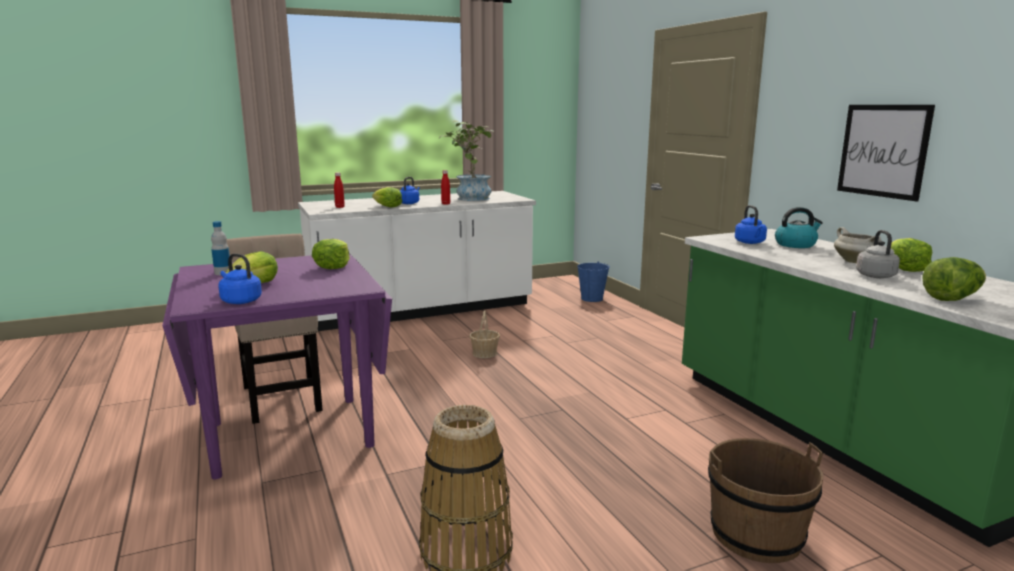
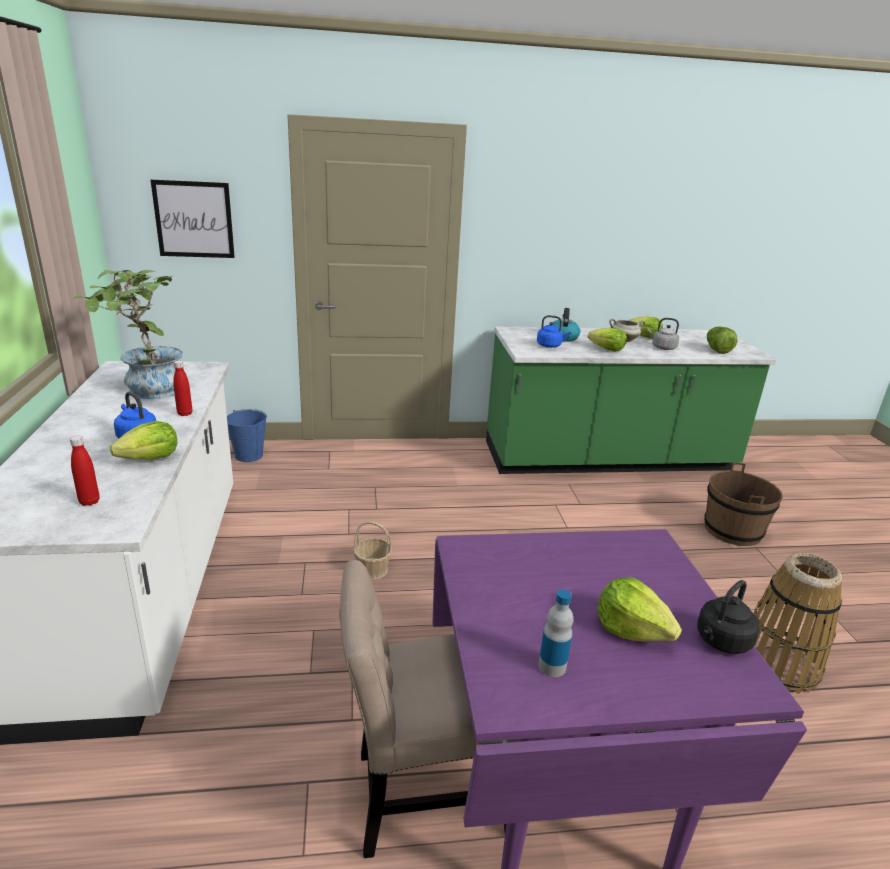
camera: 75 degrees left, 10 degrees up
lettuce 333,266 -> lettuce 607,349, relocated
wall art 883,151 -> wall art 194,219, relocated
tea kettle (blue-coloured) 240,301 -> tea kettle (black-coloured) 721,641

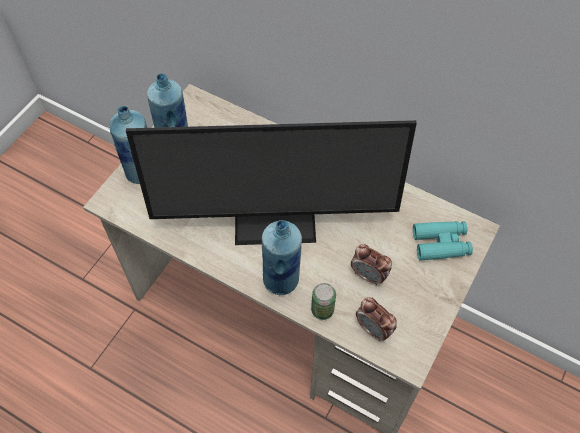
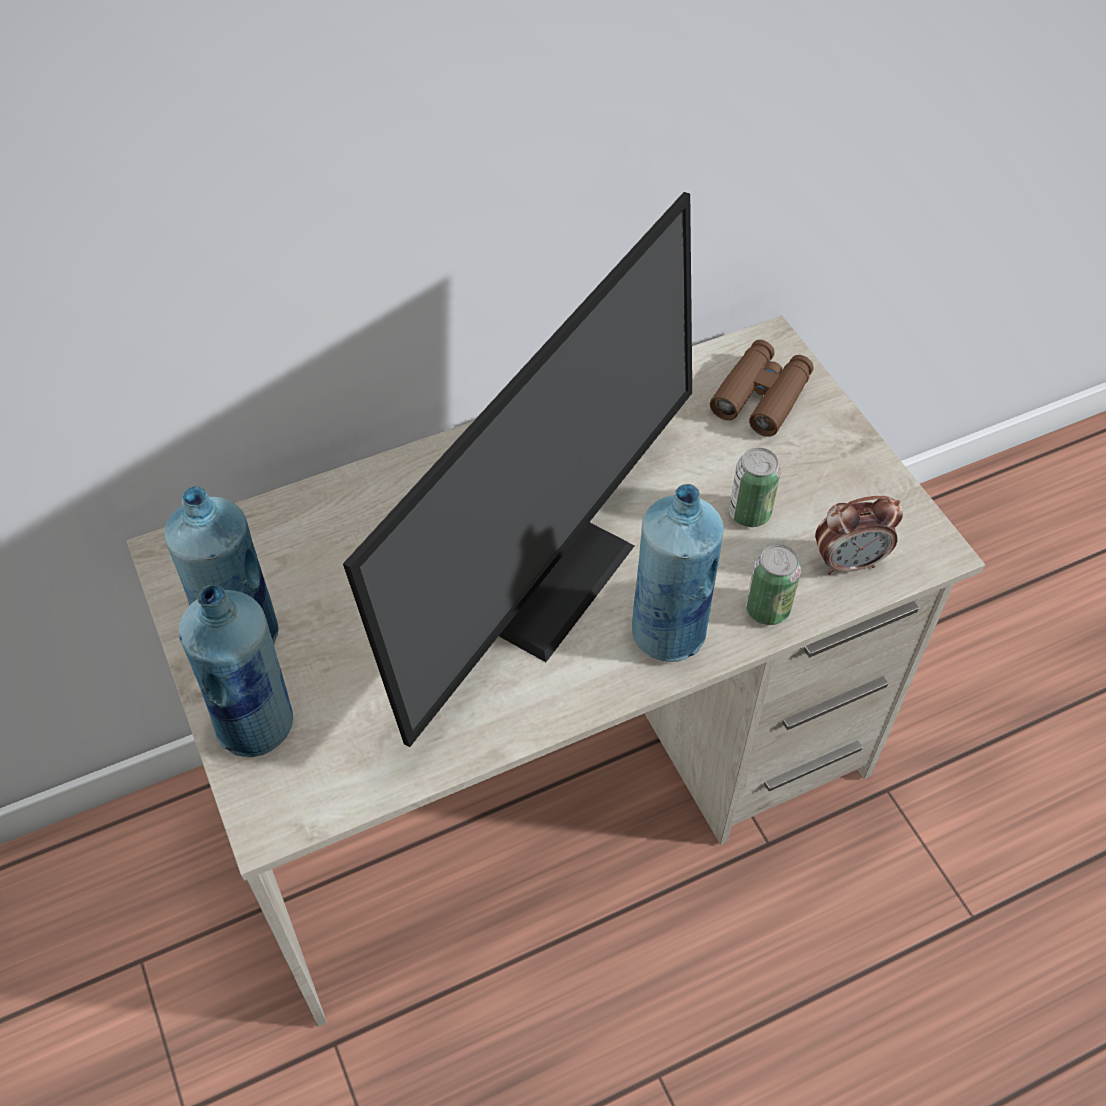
camera: 55 degrees left, 5 degrees down
bedside clock 369,275 -> metal can 749,513
binoculars (turquoise) 441,244 -> binoculars (brown) 761,396

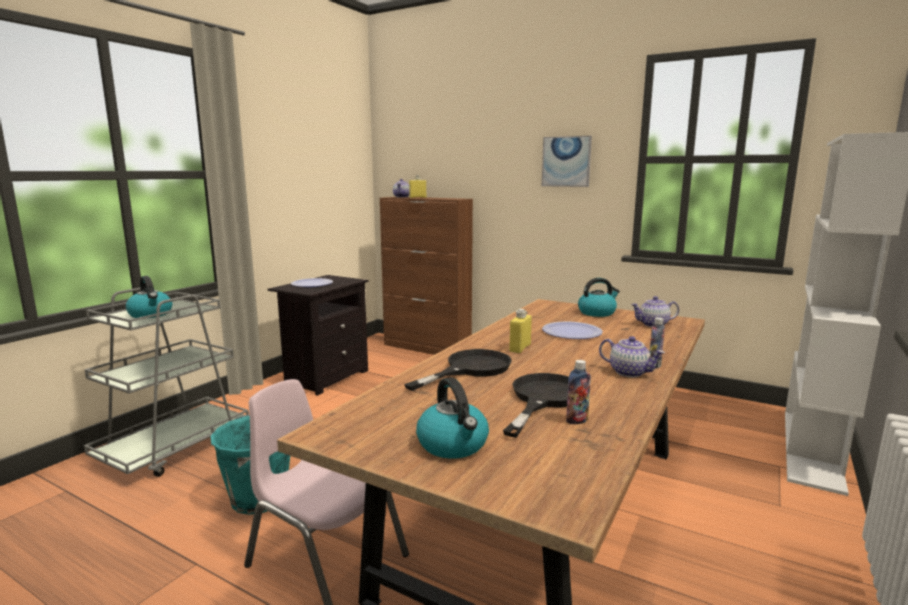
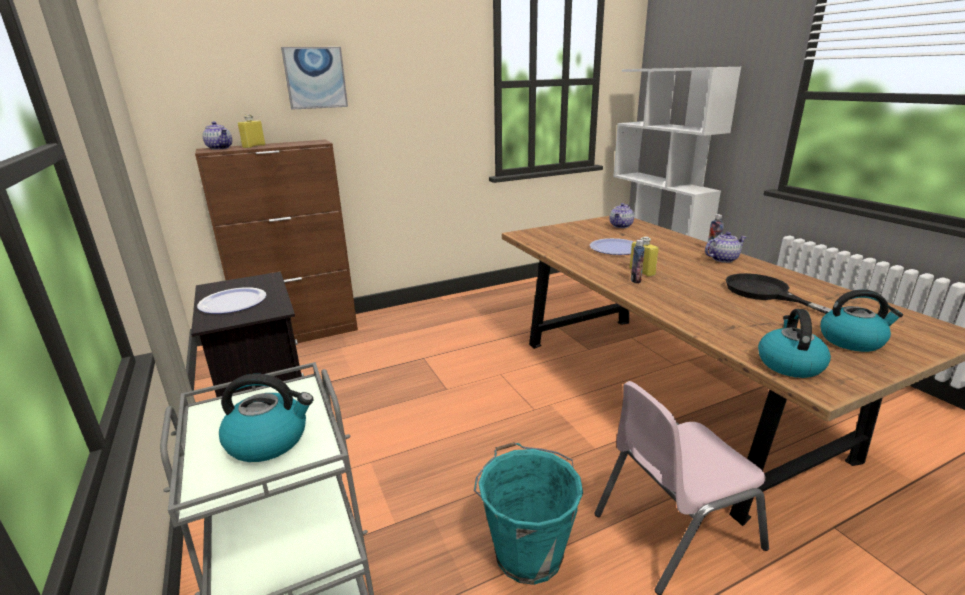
camera: 55 degrees left, 10 degrees up
skillet (black-coloured) 470,369 -> none
wall art 566,161 -> wall art 315,78, relocated
beverage bottle 577,420 -> beverage bottle 635,280, relocated
tea kettle 597,312 -> tea kettle 789,364, relocated

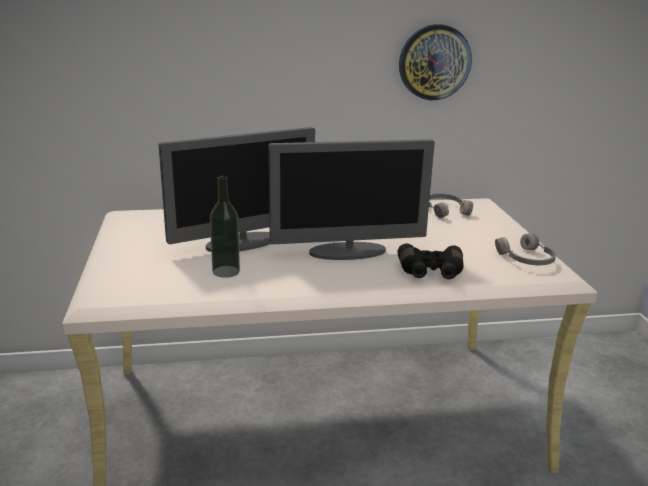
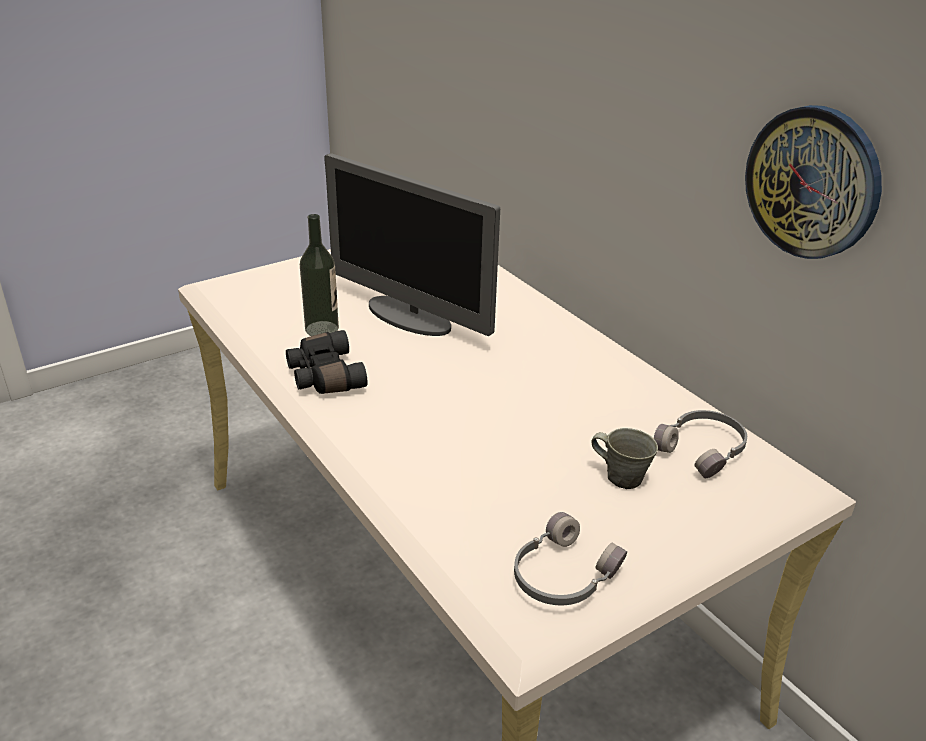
camera: 65 degrees right, 10 degrees up
computer screen 348,252 -> none
none -> coffee mug (gray) 622,477
binoculars (black-coloured) 430,272 -> binoculars (black-coloured) 324,376, relocated

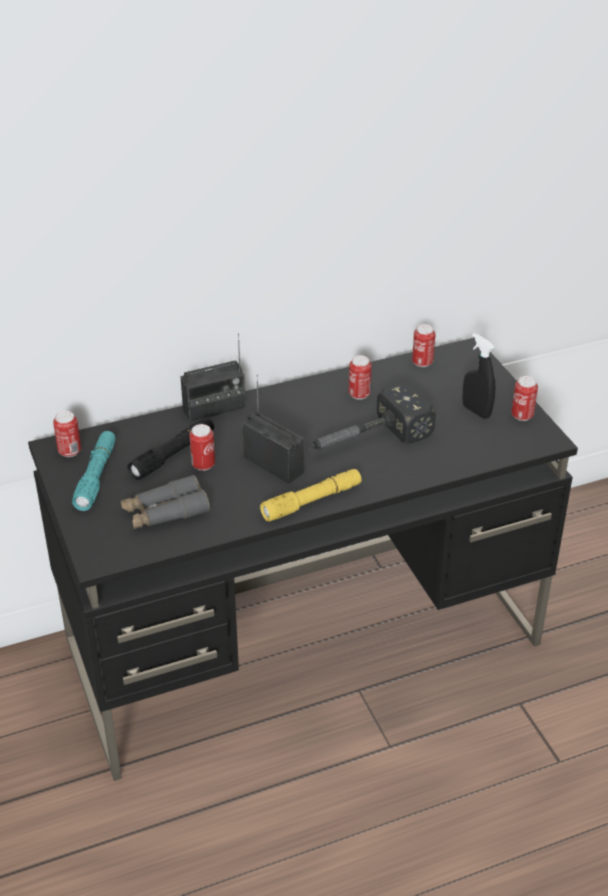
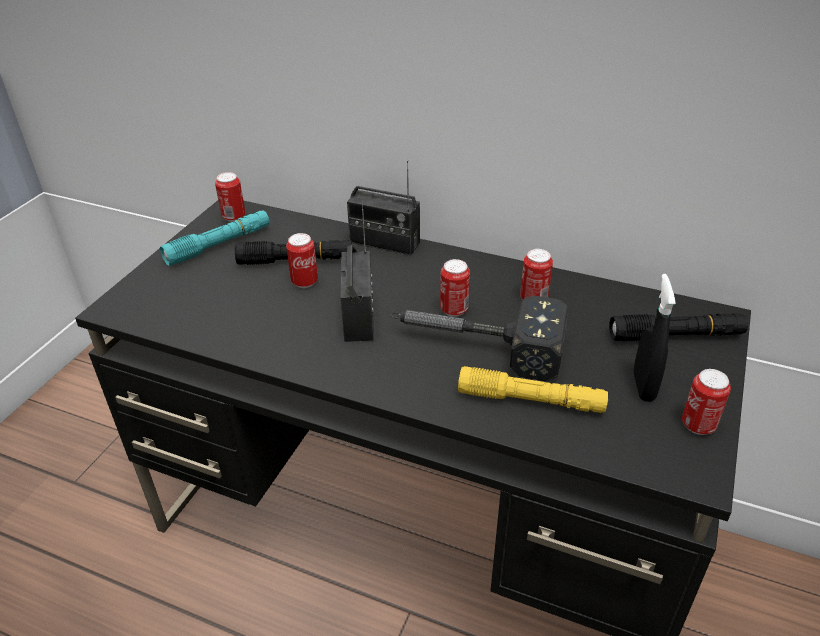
camera: 45 degrees right, 0 degrees up
binoculars (gray) 165,512 -> none
none -> flashlight (black-coloured) 676,336
flashlight (yellowish) 312,501 -> flashlight (yellowish) 531,400, relocated
metal can 422,362 -> metal can 454,310, relocated

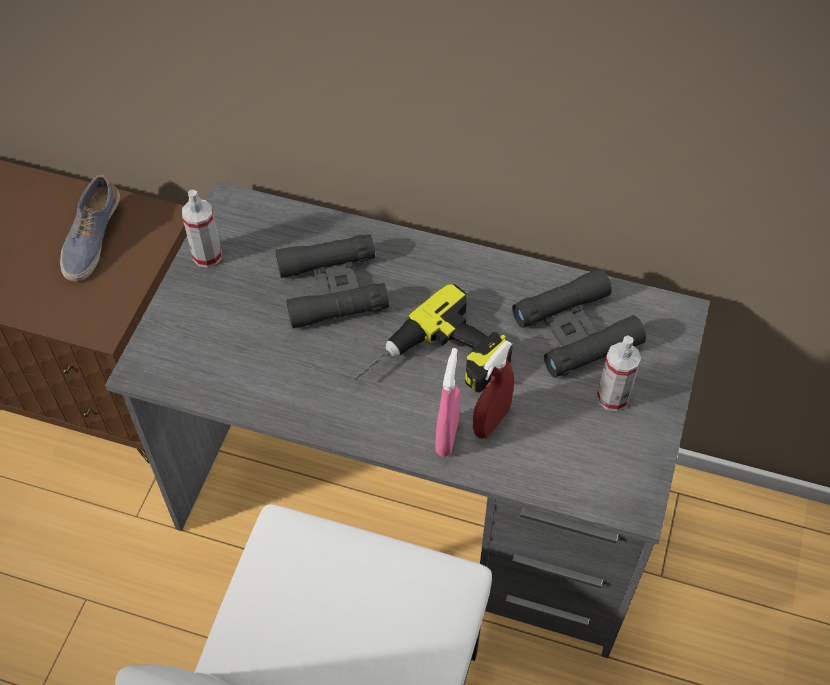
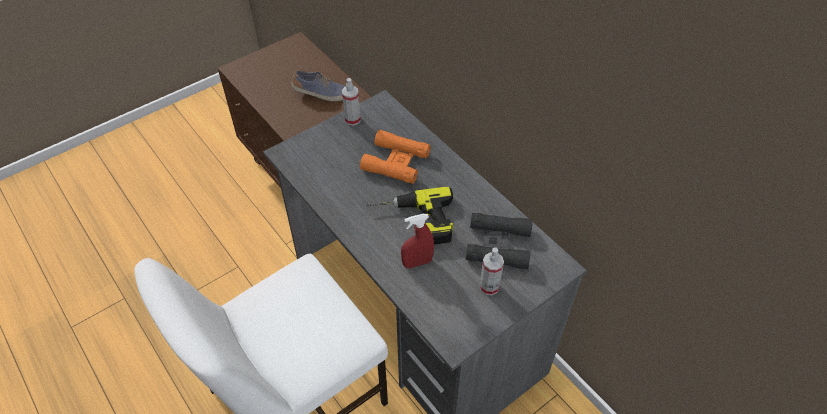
camera: 35 degrees right, 5 degrees down
hand sprayer (pinkish) 447,436 -> none
binoculars (black-coloured) 332,288 -> binoculars (orange-coloured) 396,162
item of footwear 92,239 -> item of footwear 321,94, 135 degrees counterclockwise

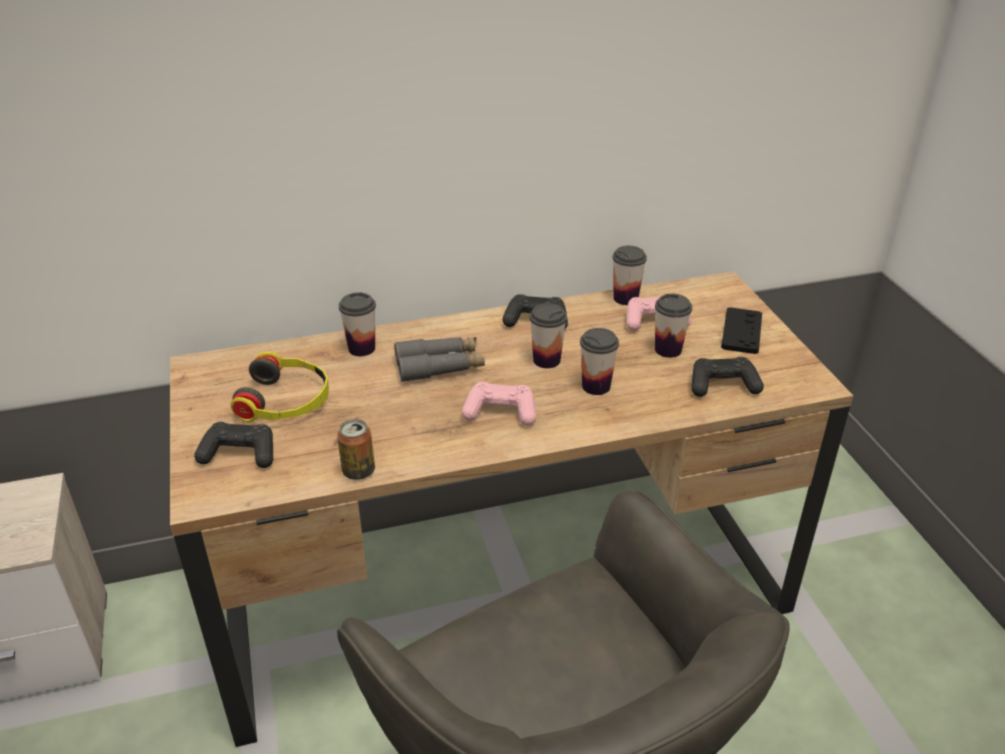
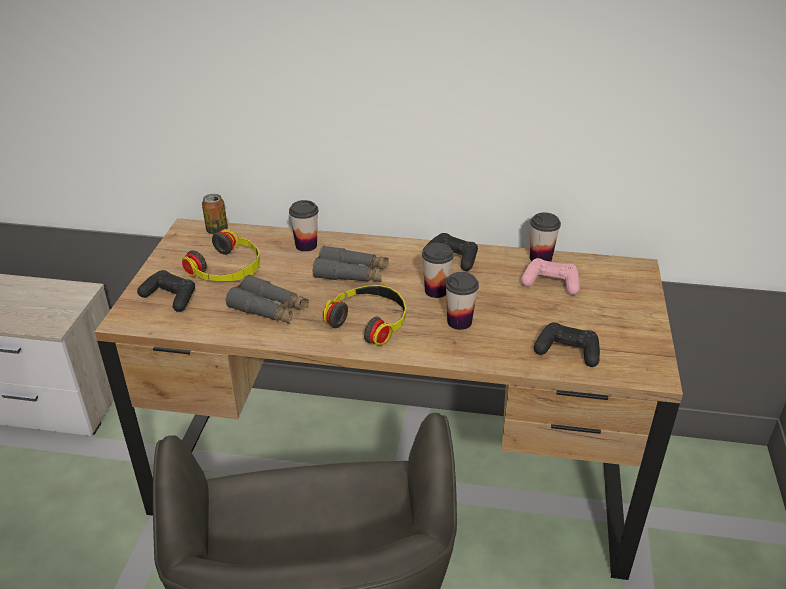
camera: 25 degrees right, 0 degrees up
cup 668,349 -> none
joypad (black-coloured) 741,332 -> none
none -> binoculars (gray) 269,309
metal can 358,471 -> metal can 217,230, relocated
joypad (pinkish) 500,412 -> headphones 369,320

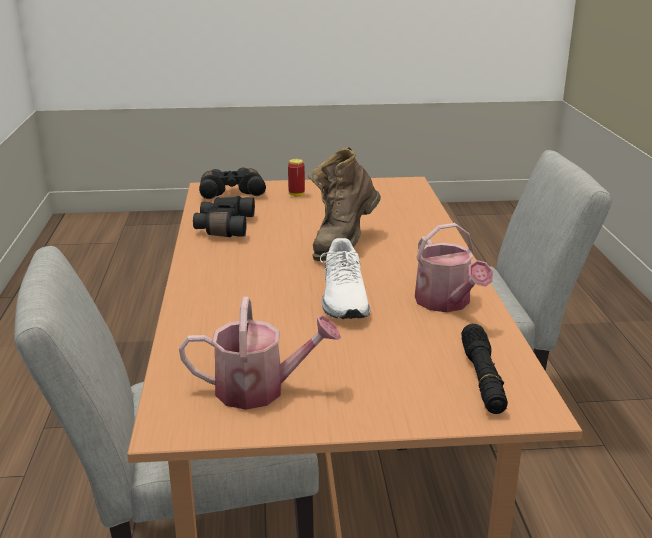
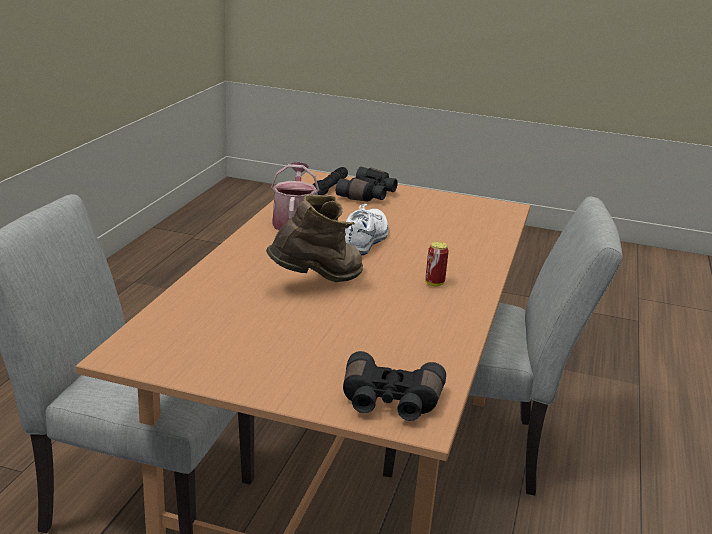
camera: 160 degrees left, 0 degrees up
watering can 260,389 -> none
binoculars (black-coloured) 223,227 -> binoculars (black-coloured) 369,195, relocated
metal can 296,194 -> metal can 434,283, relocated

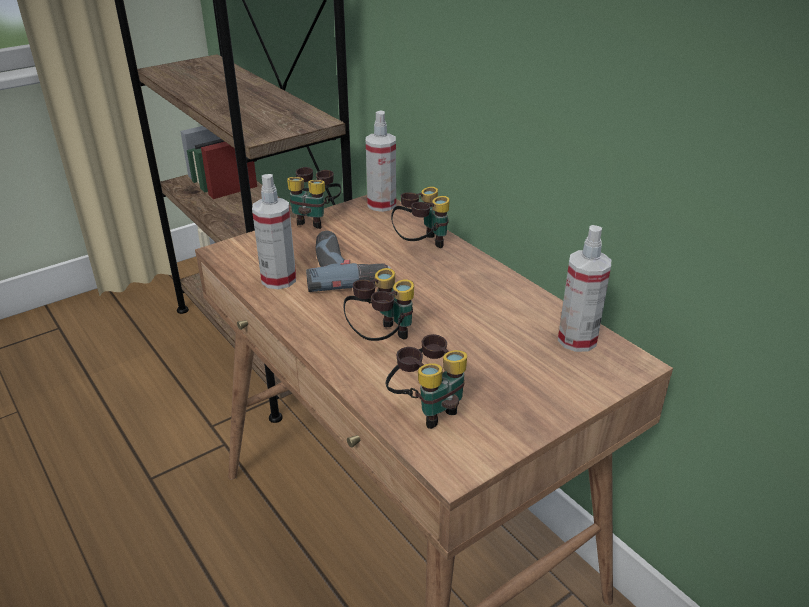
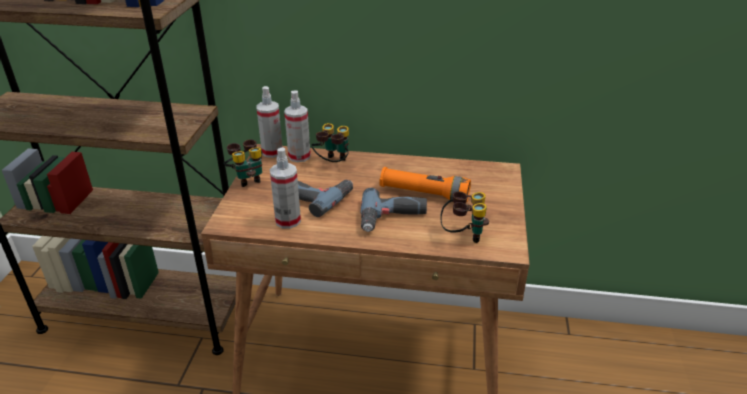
camera: 45 degrees left, 0 degrees up
none -> flashlight (orange-coloured) 424,194
hand sprayer 577,339 -> hand sprayer 299,156, relocated
binoculars 381,339 -> electric drill 393,219

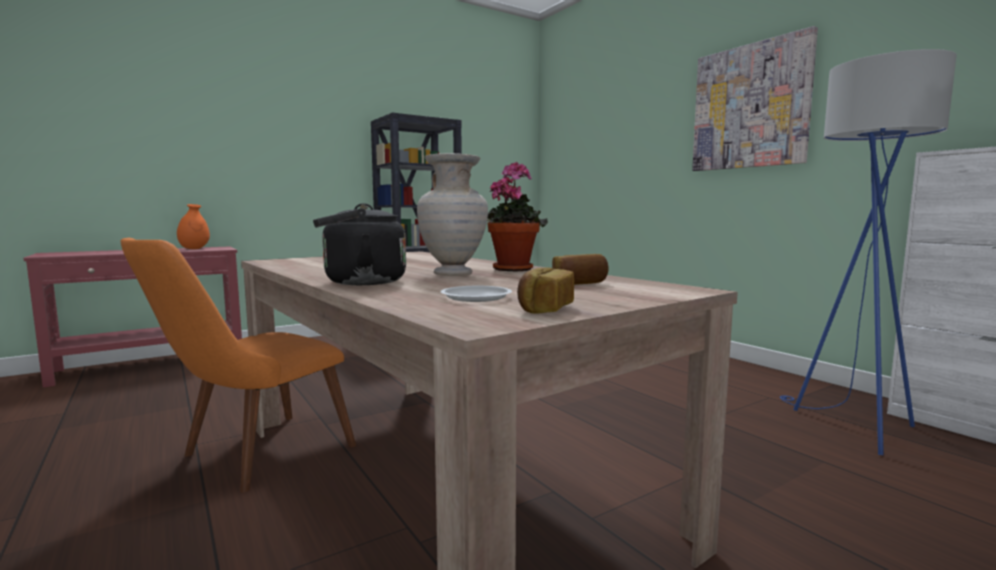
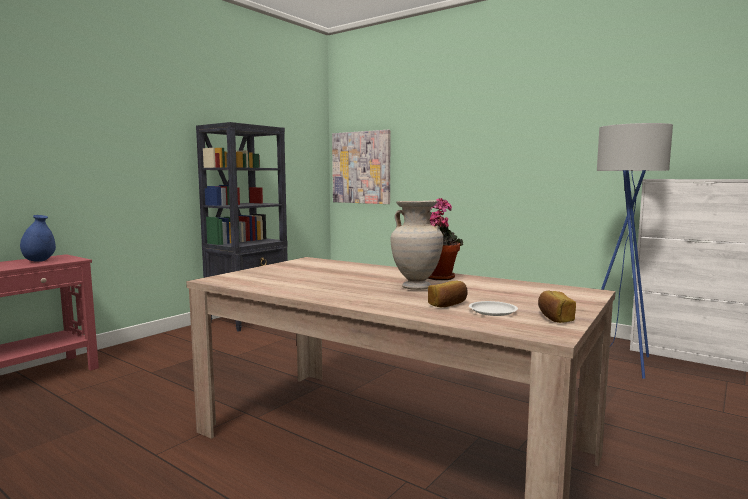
camera: 20 degrees left, 0 degrees up
chair (orange-coloured) 251,457 -> none
tea kettle (black-coloured) 359,282 -> none
bread 580,283 -> bread 448,304, relocated
wall art 750,107 -> wall art 361,167, relocated
decorative vase (orange-coloured) 194,249 -> decorative vase (blue-coloured) 39,260

